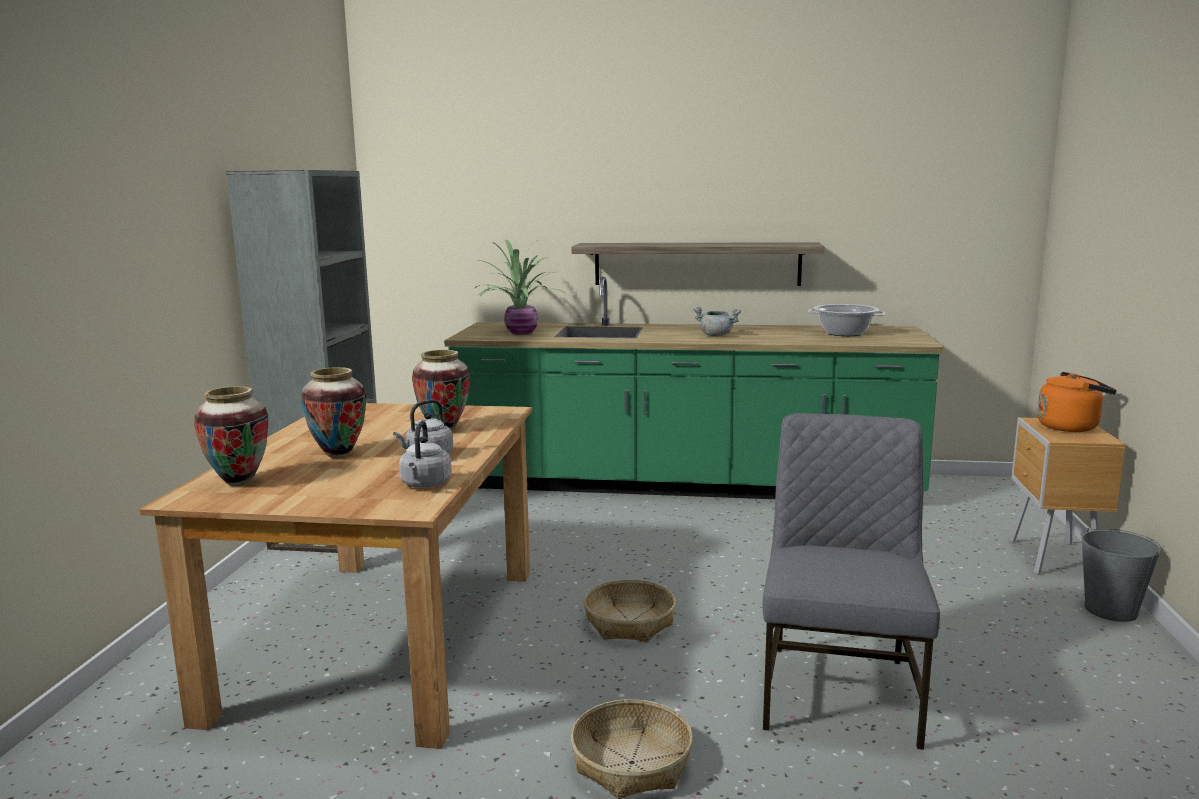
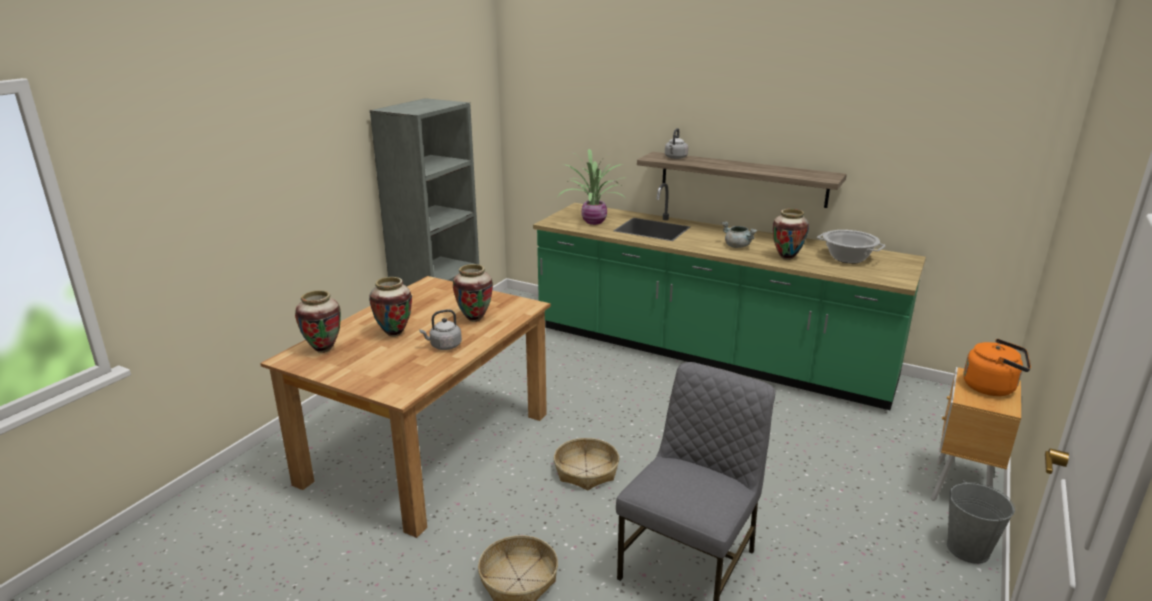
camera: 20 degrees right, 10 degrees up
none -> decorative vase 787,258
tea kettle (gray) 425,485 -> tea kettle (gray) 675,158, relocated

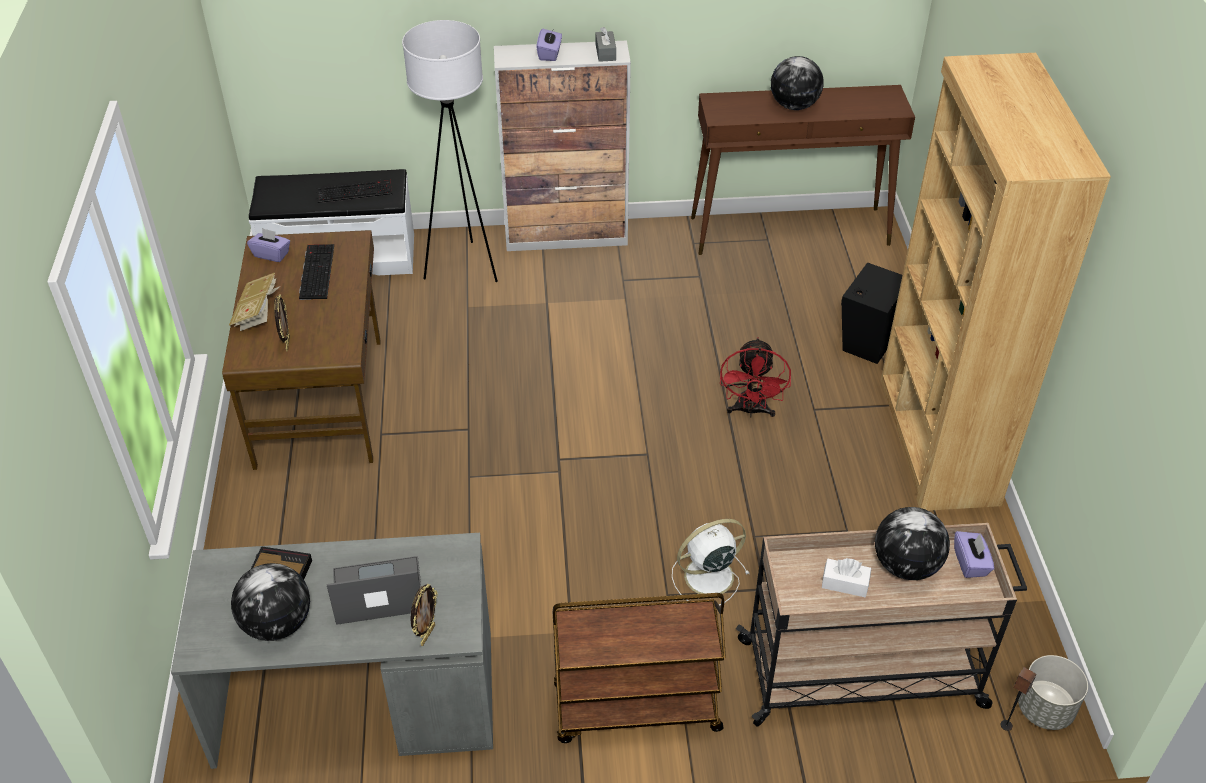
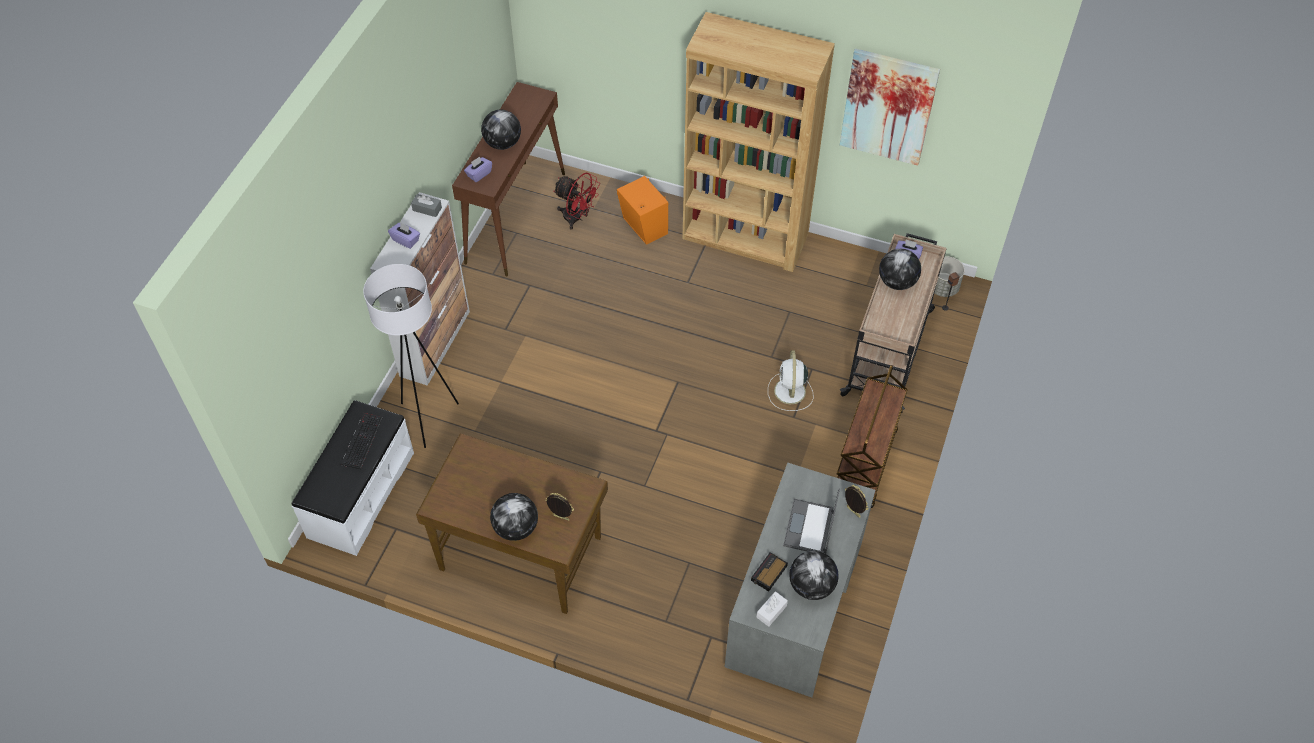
camera: 65 degrees left, 10 degrees up
PC keyboard 316,271 -> none
none -> wall art 888,107
tissue holder (purplish) 271,254 -> tissue holder (purplish) 479,174, relocated
cooling fan (red) 751,411 -> cooling fan (red) 577,218, relocated
tissue holder (white-coloured) 845,583 -> tissue holder (white-coloured) 771,611, relocated
bound book 258,313 -> desk globe 516,528
audio speaker (black-coloured) 867,339 -> audio speaker (orange-coloured) 643,227

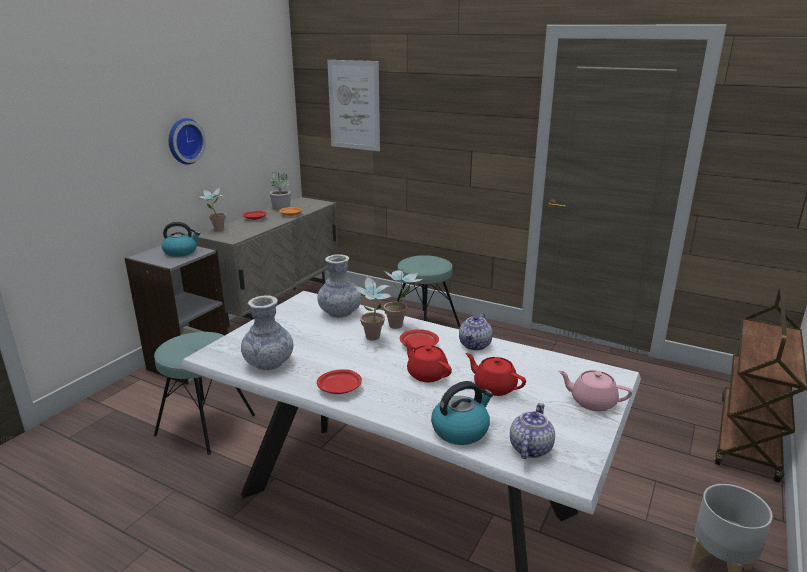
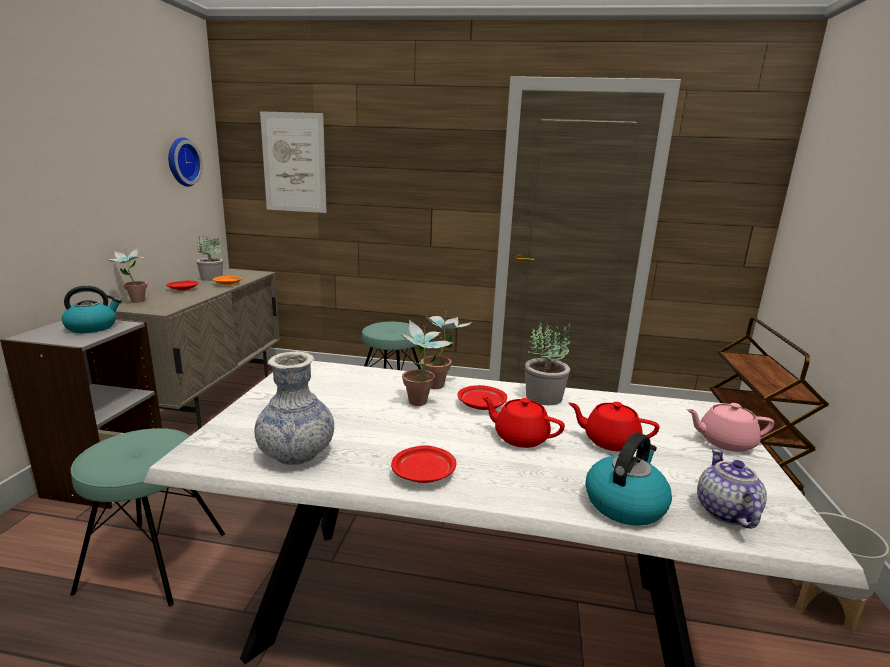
camera: 20 degrees left, 5 degrees down
decorative vase 340,313 -> none
wall clock 184,141 -> wall clock 181,162, relocated
pot for tea 475,345 -> houseplant 544,397

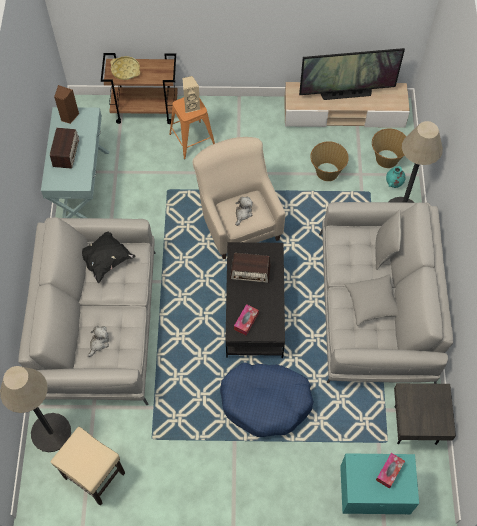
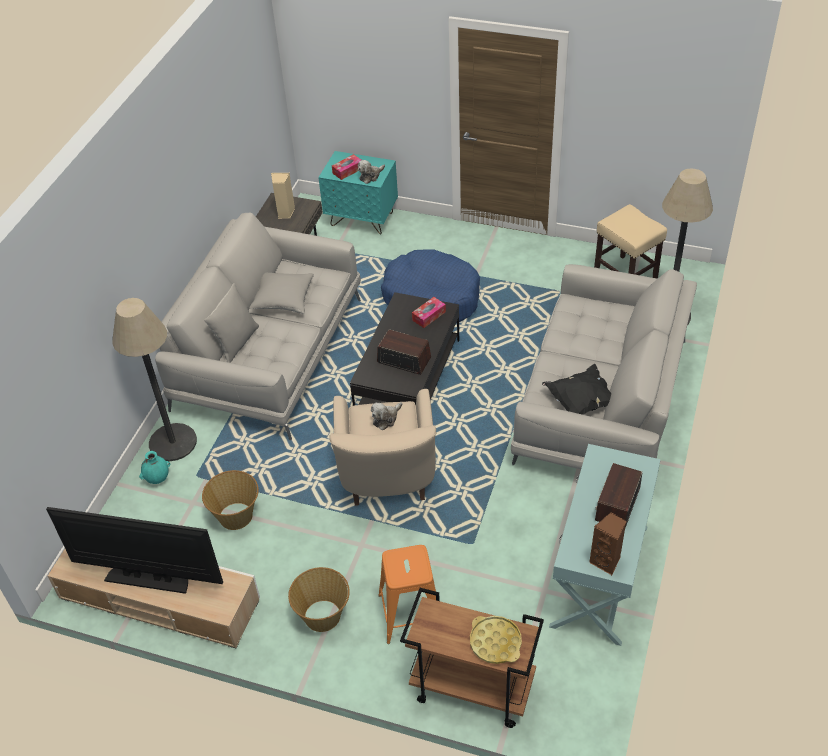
camera: 160 degrees left, 15 degrees down
soft toy 99,343 -> soft toy 370,176, relocated
audio speaker (beige) 191,106 -> audio speaker (beige) 285,213, relocated
basket 386,159 -> basket 323,616, relocated

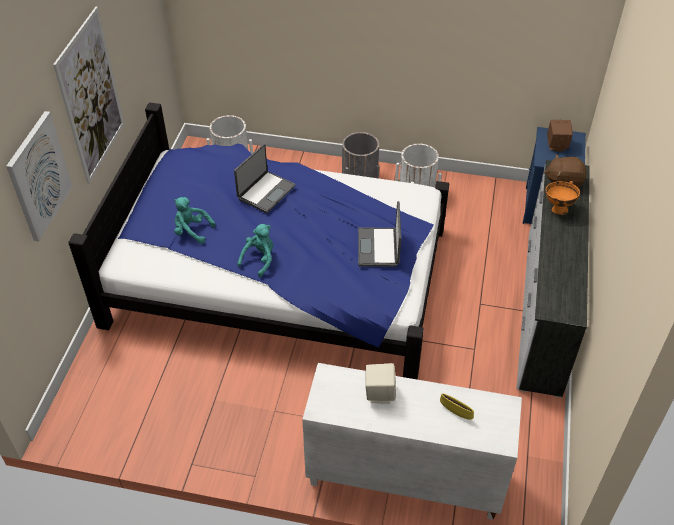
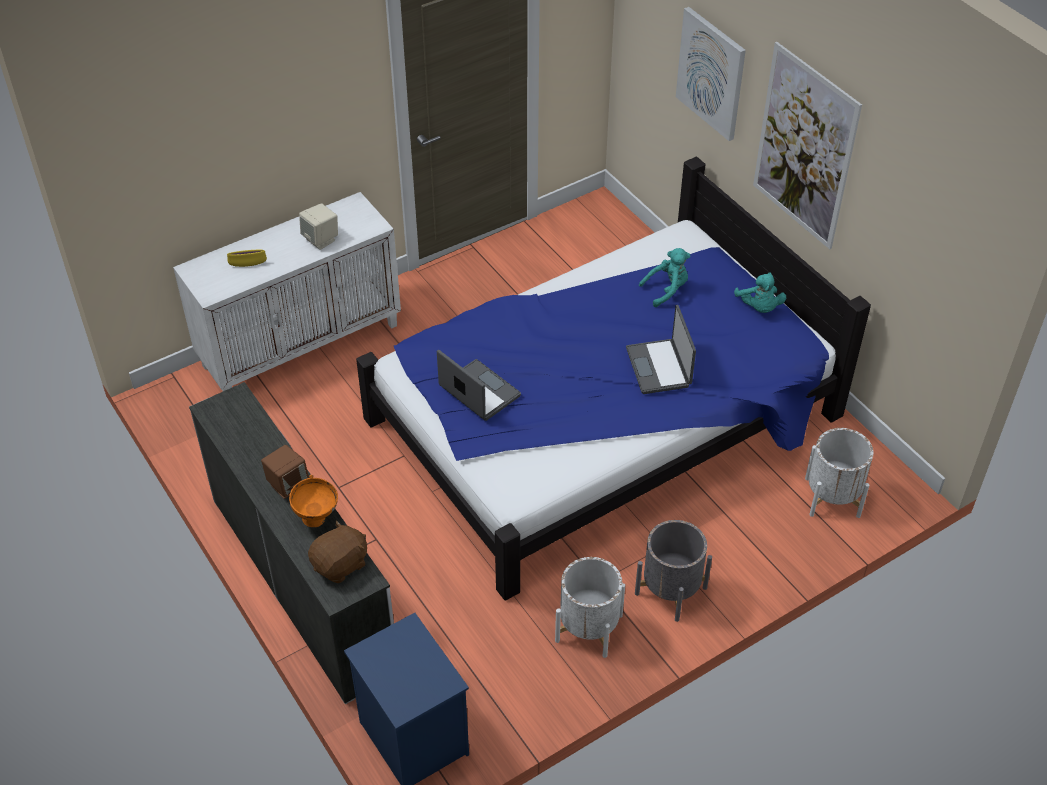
camera: 135 degrees right, 0 degrees up
soft toy (turquoise) 259,259 -> soft toy (turquoise) 759,307, relocated
audio speaker (brown) 556,145 -> audio speaker (brown) 288,484, relocated

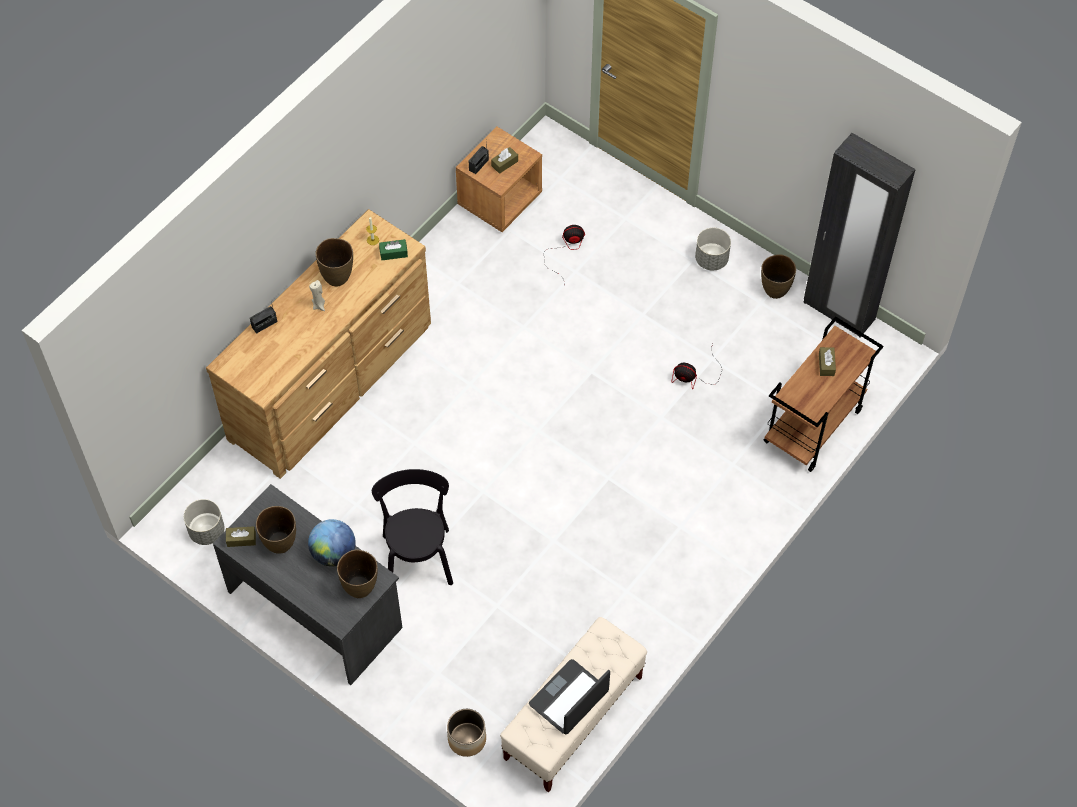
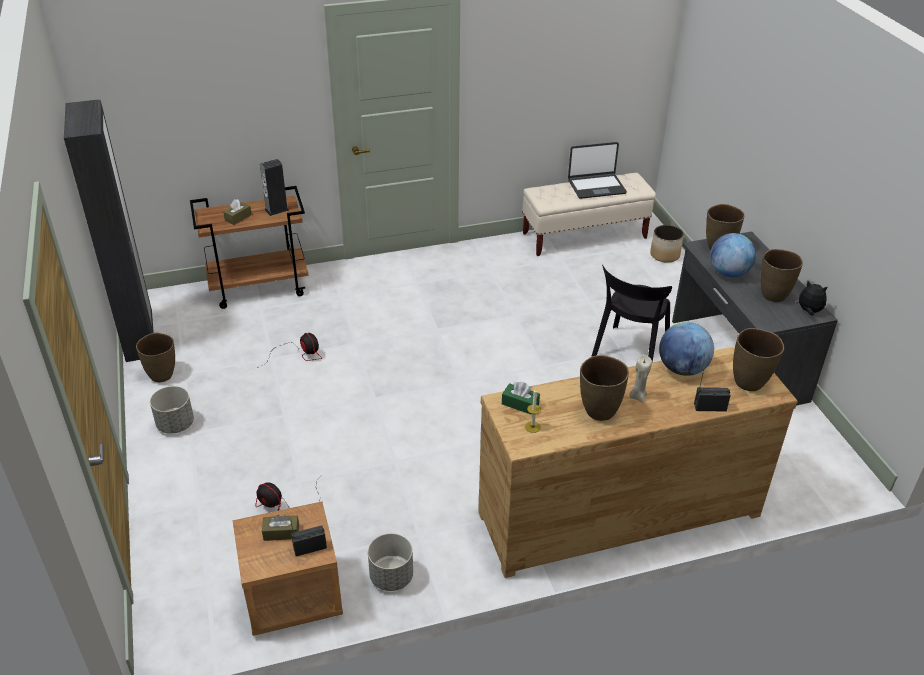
camera: 145 degrees left, 20 degrees down
none -> audio speaker 276,210
none -> desk globe 682,369
none -> decorative vase (brown) 749,382
plant pot (gray) 207,531 -> plant pot (gray) 391,577, relocated
tissue holder (brown) 241,539 -> soft toy 808,311

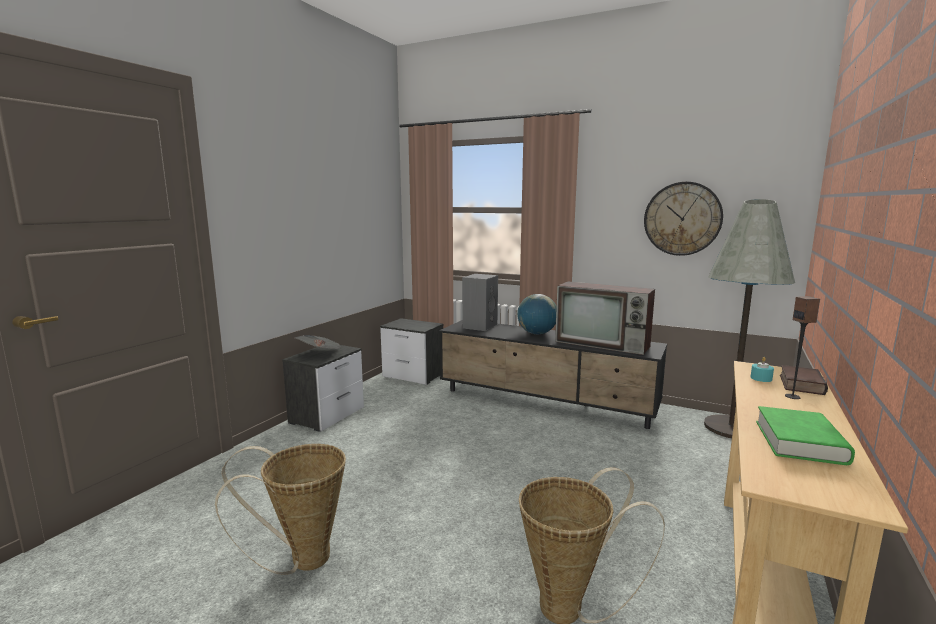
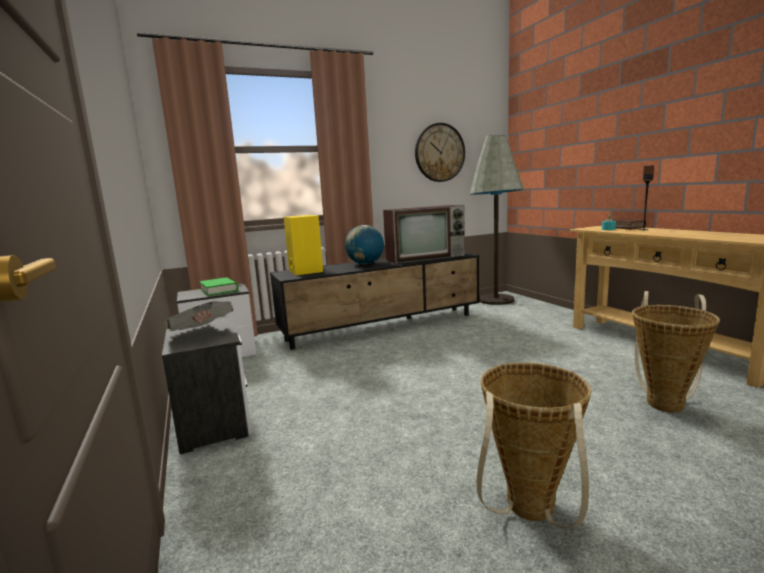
camera: 50 degrees left, 0 degrees up
bound book (green) 799,442 -> bound book (green) 219,290, relocated
audio speaker (gray) 479,326 -> audio speaker (yellowish) 304,271

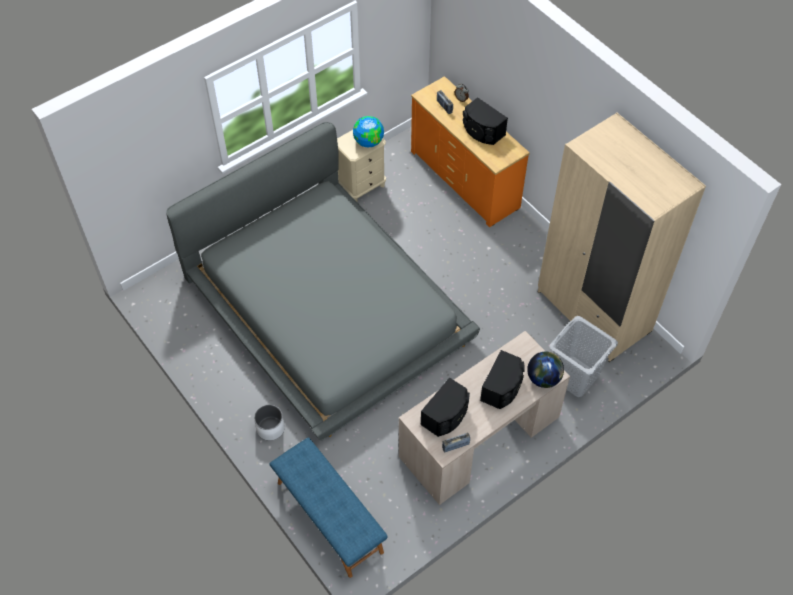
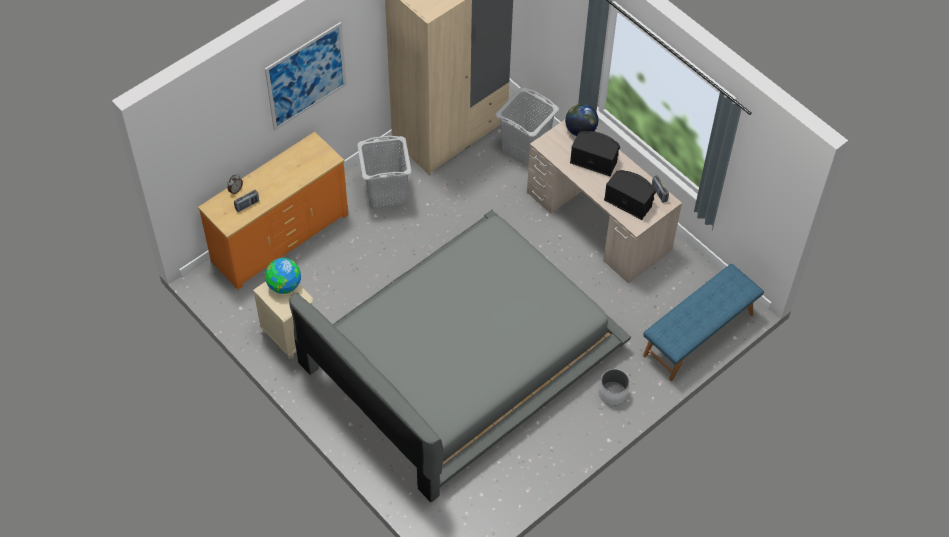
camera: 95 degrees left, 0 degrees up
audio speaker (black-coloured) 482,131 -> none
none -> wall art 306,76
none -> washing basket (gray) 386,193

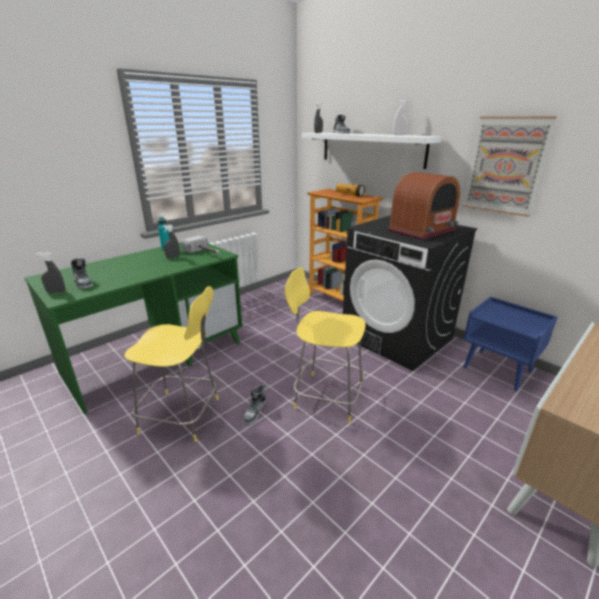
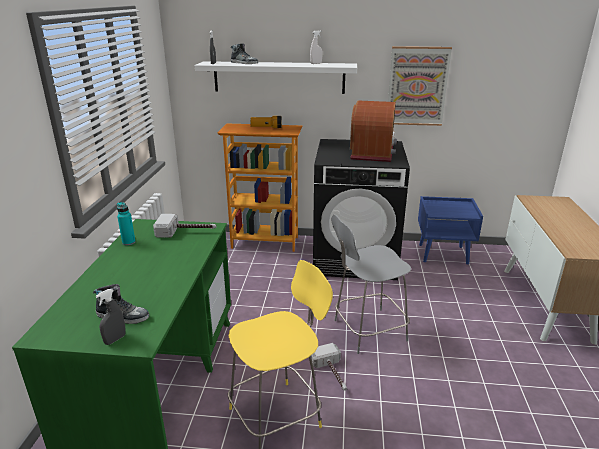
camera: 40 degrees left, 0 degrees up
hand sprayer (gray) 173,257 -> none
item of footwear 255,411 -> tool hammer 332,374
sitting stool (yellowish) 326,396 -> sitting stool (gray) 367,331

